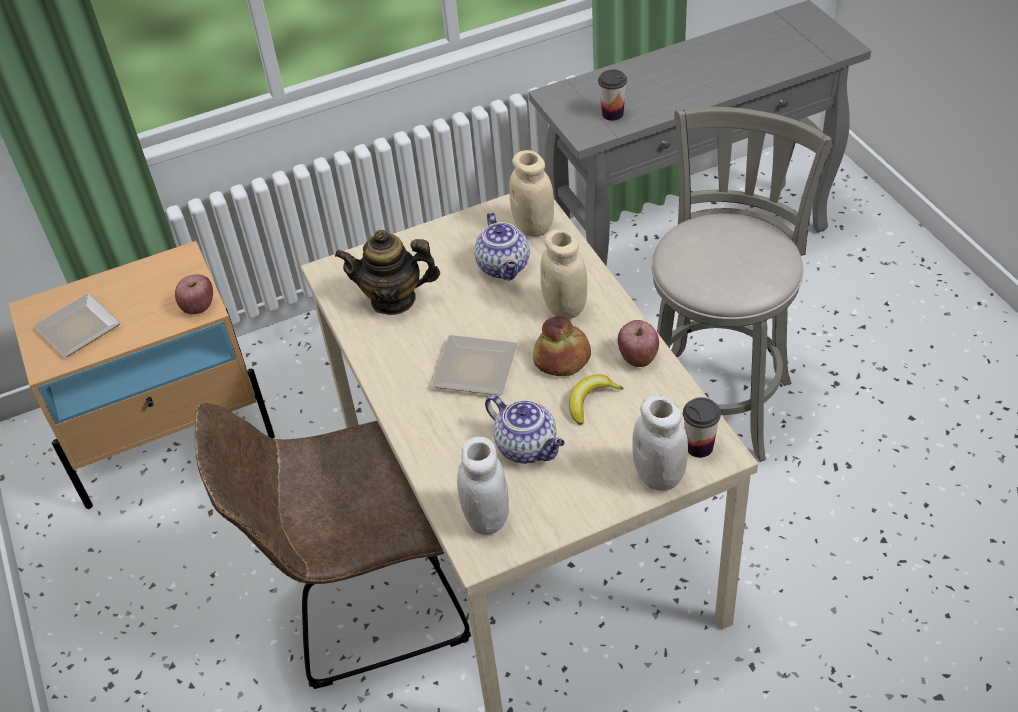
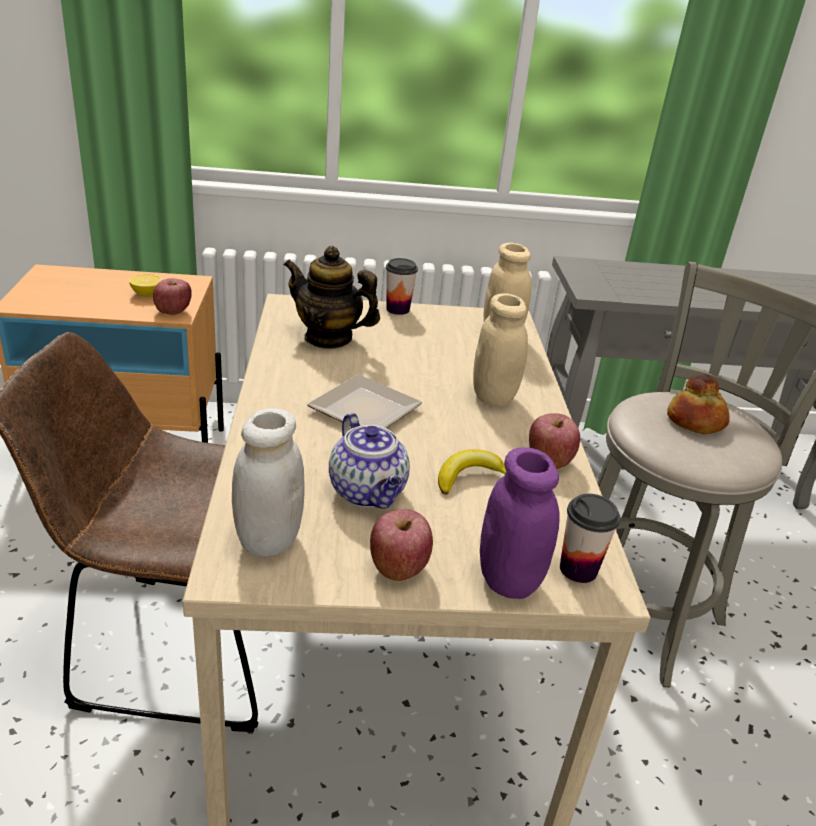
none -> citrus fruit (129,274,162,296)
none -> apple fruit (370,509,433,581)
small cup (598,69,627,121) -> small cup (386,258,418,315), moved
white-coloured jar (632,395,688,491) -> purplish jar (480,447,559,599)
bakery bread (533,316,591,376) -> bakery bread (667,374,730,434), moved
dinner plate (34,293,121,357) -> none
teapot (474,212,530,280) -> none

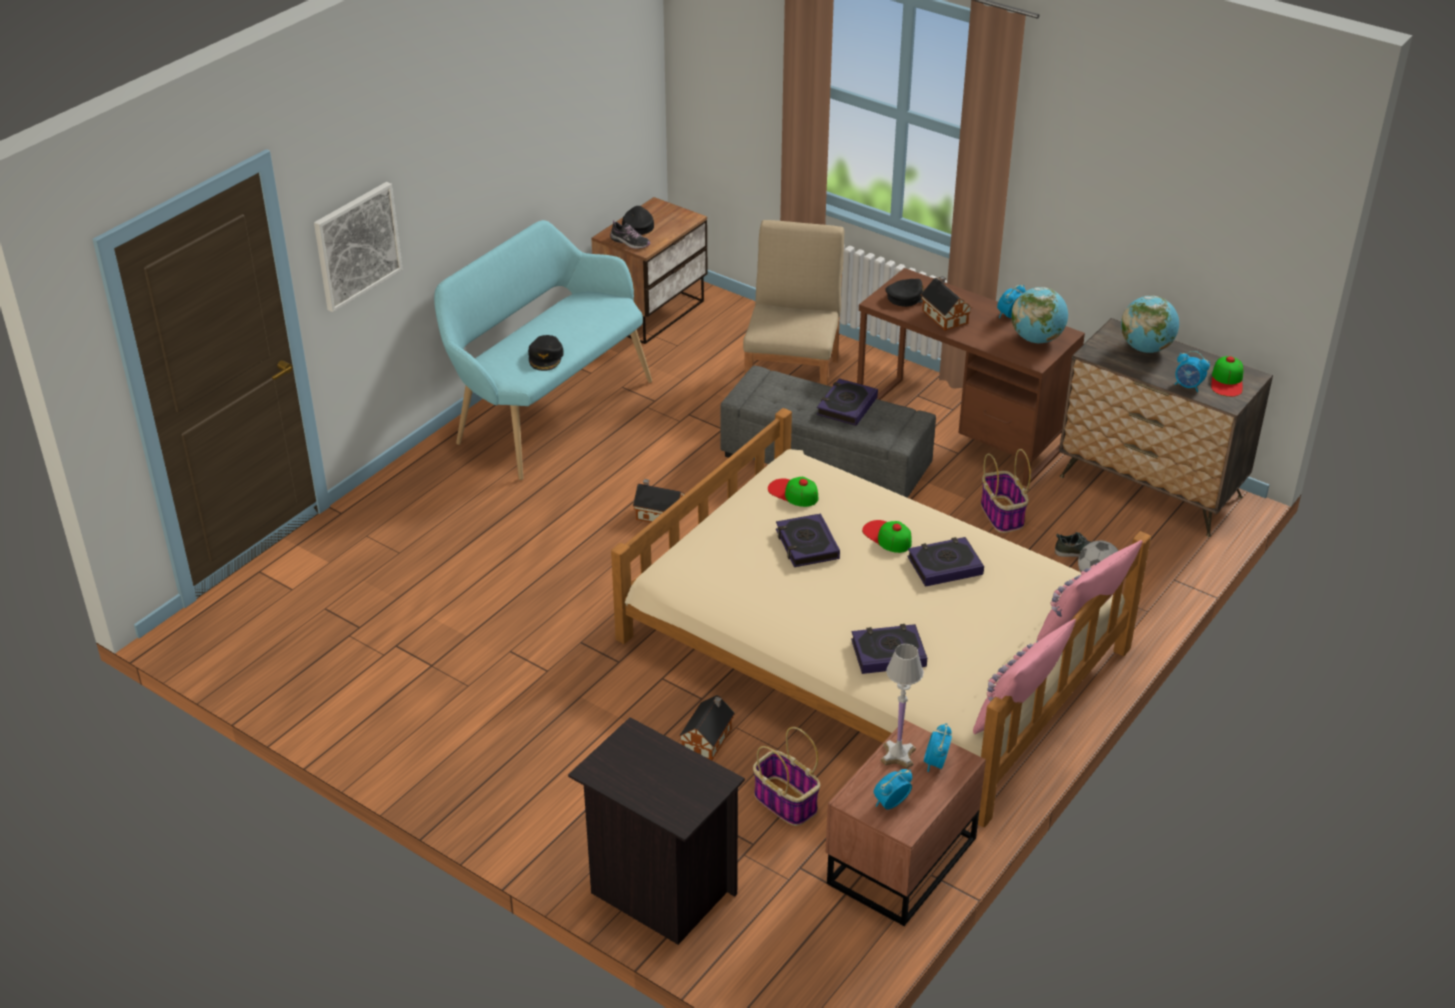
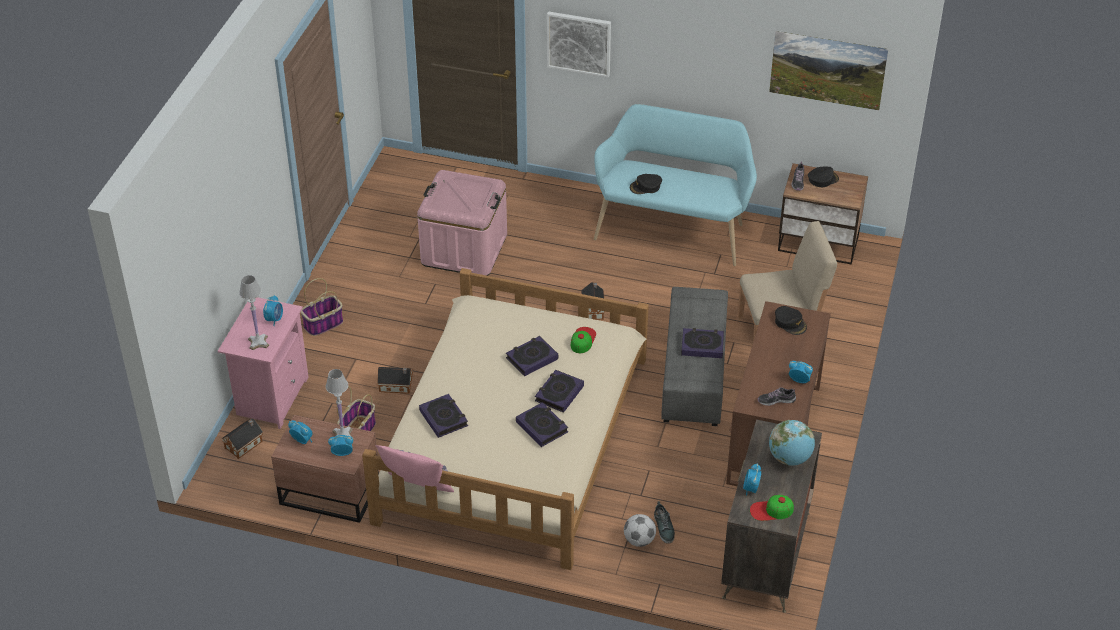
blackish night table (568,717,745,945) -> pink night table (218,297,309,429)
toy house (921,276,972,331) -> toy house (221,418,263,459), moved
none -> white-coloured tabletop lamp (239,275,269,350)
none -> alarm clock (263,295,283,326)
household basket (981,449,1031,533) -> household basket (301,278,343,336), moved
none -> pink storage box (417,170,507,276)
cap (862,520,912,553) -> book (535,370,584,413)
globe (1012,287,1068,343) -> item of footwear (758,387,796,406)
none -> wall art (769,31,888,110)
pink throw pillow (1037,540,1143,641) -> none

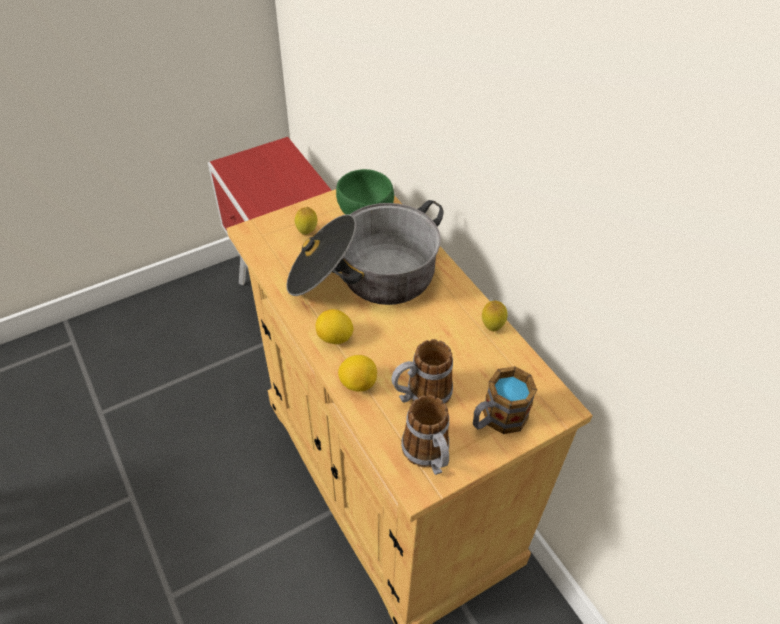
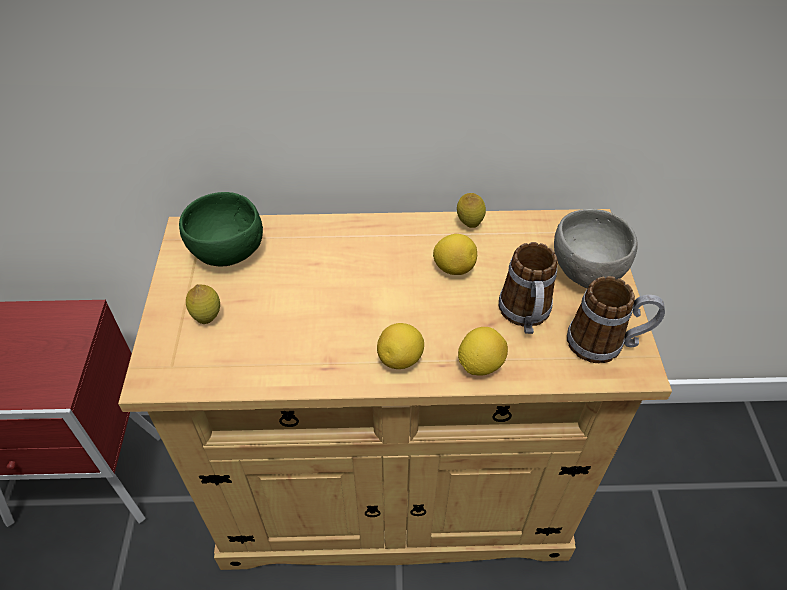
none -> citrus fruit (433,234,477,275)
coffee mug (473,366,537,434) -> greyish deep dish (554,209,638,288)
saucepot (286,200,444,305) -> none

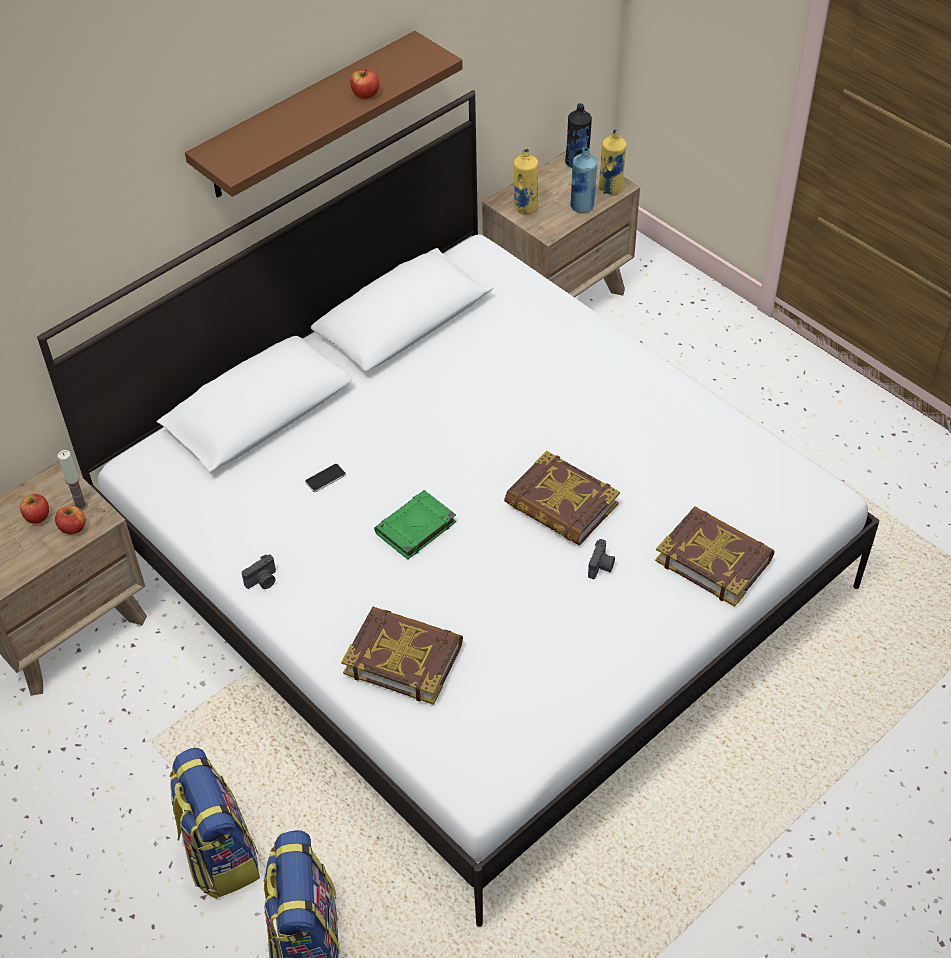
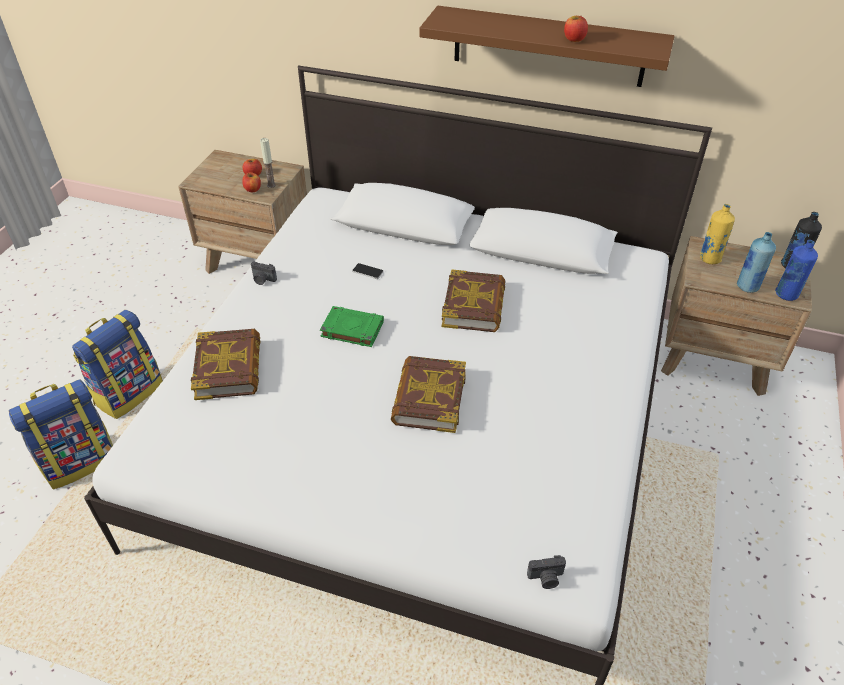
book (655,506,775,607) -> book (442,269,505,332), moved
still camera (588,539,615,579) -> still camera (527,555,566,589), moved
yellowish bottle (599,129,627,196) -> bluish bottle (775,240,818,301)

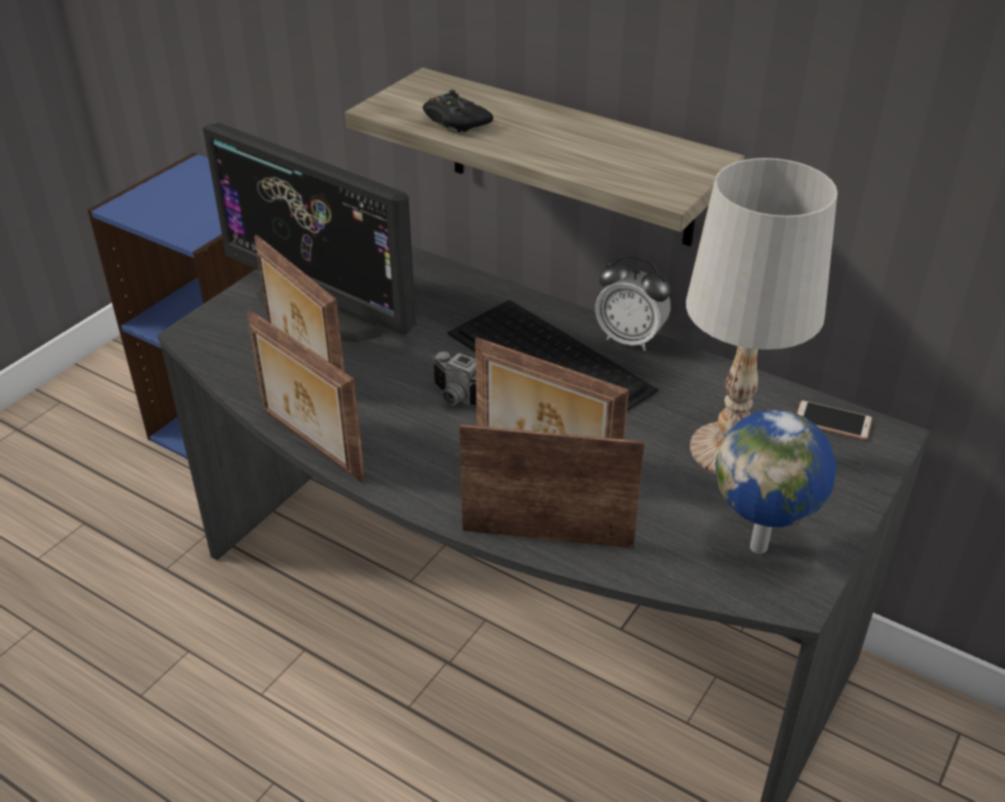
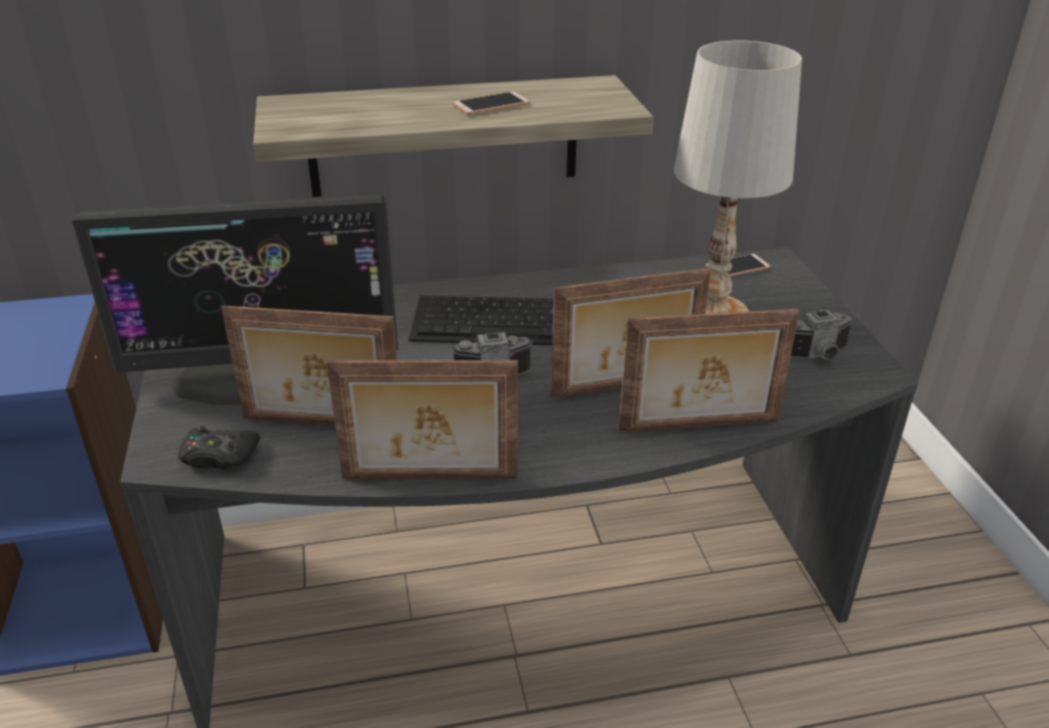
blackish game controller (423,90,493,132) -> blackish game controller (178,426,260,470), moved
none -> telephone (453,92,530,115)
standing frame (459,424,645,548) -> standing frame (619,309,800,433), 150 degrees counterclockwise
globe (715,410,836,554) -> still camera (791,310,853,360)
alarm clock (595,255,671,351) -> none

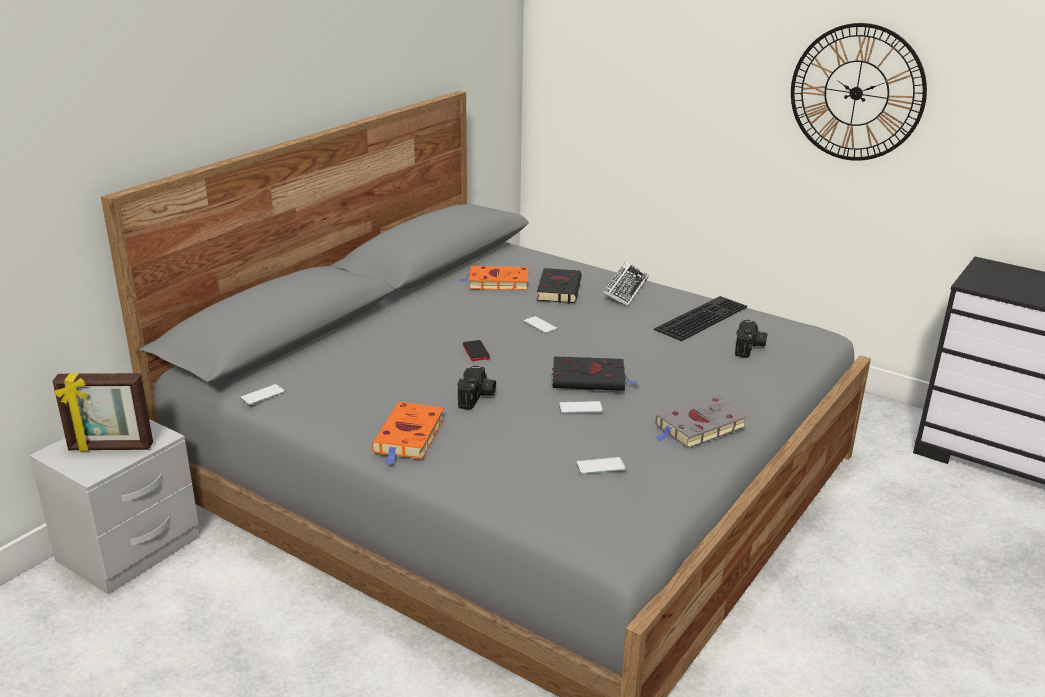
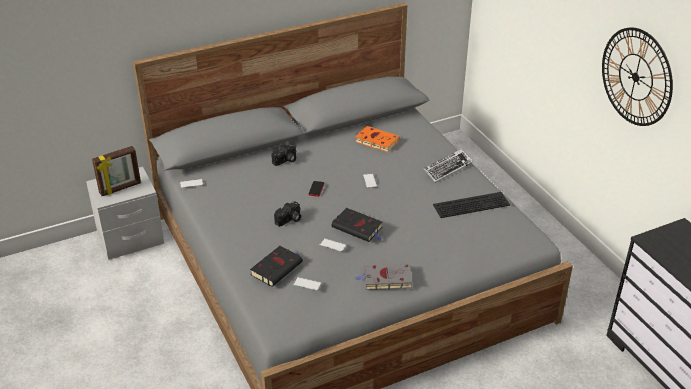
standing frame (53,373,153,452) -> standing frame (92,146,141,196), 60 degrees counterclockwise
blackish book (537,268,582,303) -> blackish book (250,246,303,287), moved
still camera (735,320,767,358) -> still camera (271,144,296,166), moved
orangey book (371,402,444,466) -> none

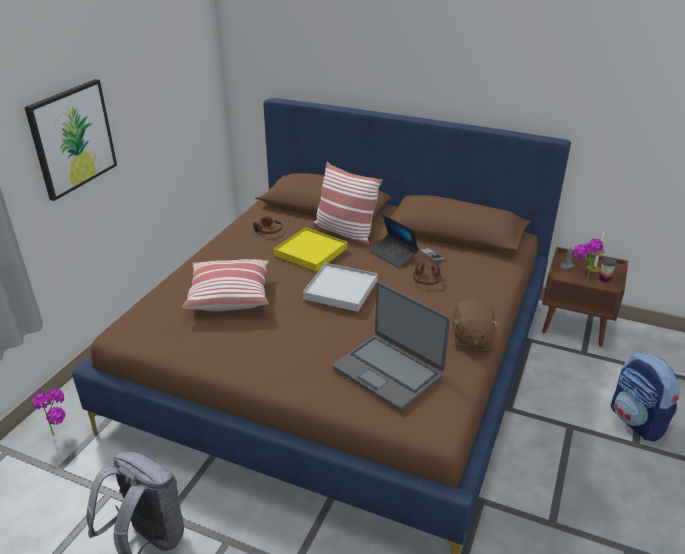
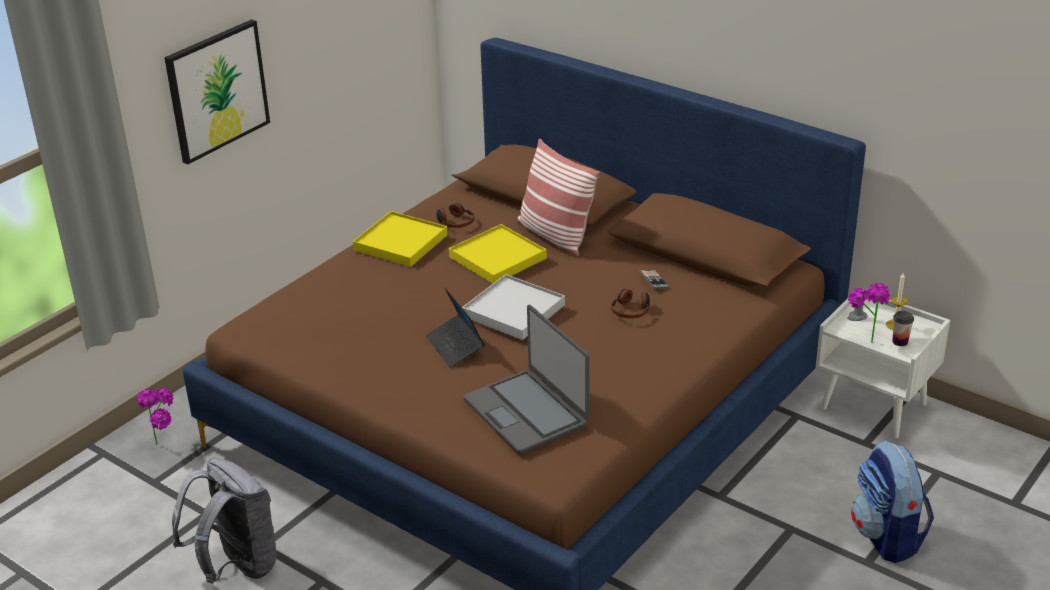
none -> yellowish carrying tray (353,211,447,267)
portable computer (370,215,419,268) -> portable computer (426,287,485,367), moved
brown-coloured night table (542,247,628,347) -> white-coloured night table (816,297,950,439)
throw pillow (182,259,269,311) -> none
brown-coloured soft toy (453,299,501,350) -> none

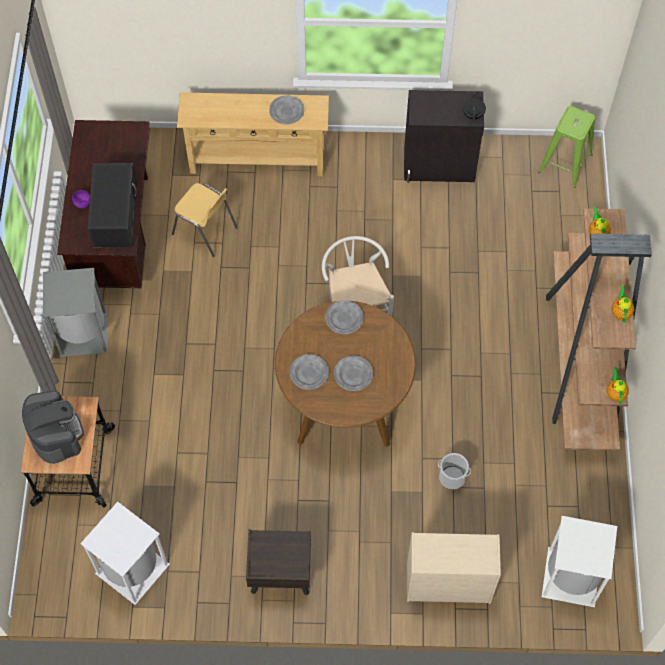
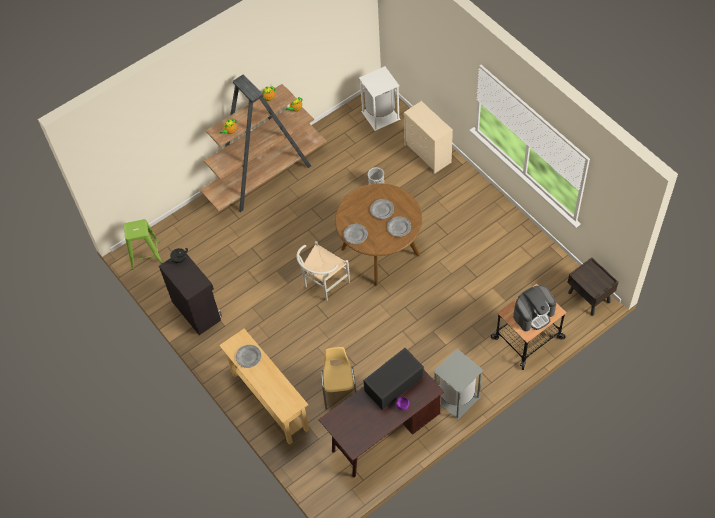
coffee machine (22,390,84,464) -> coffee machine (513,285,556,331), 150 degrees counterclockwise
brown-coloured night table (246,529,311,595) -> brown-coloured night table (567,257,619,316), moved
white-coloured rubbish bin (80,502,170,605) -> none

